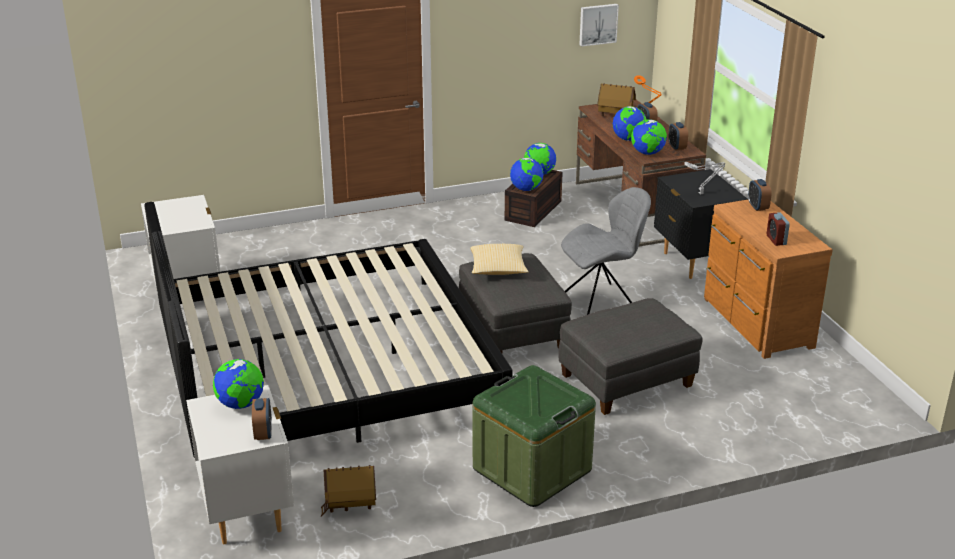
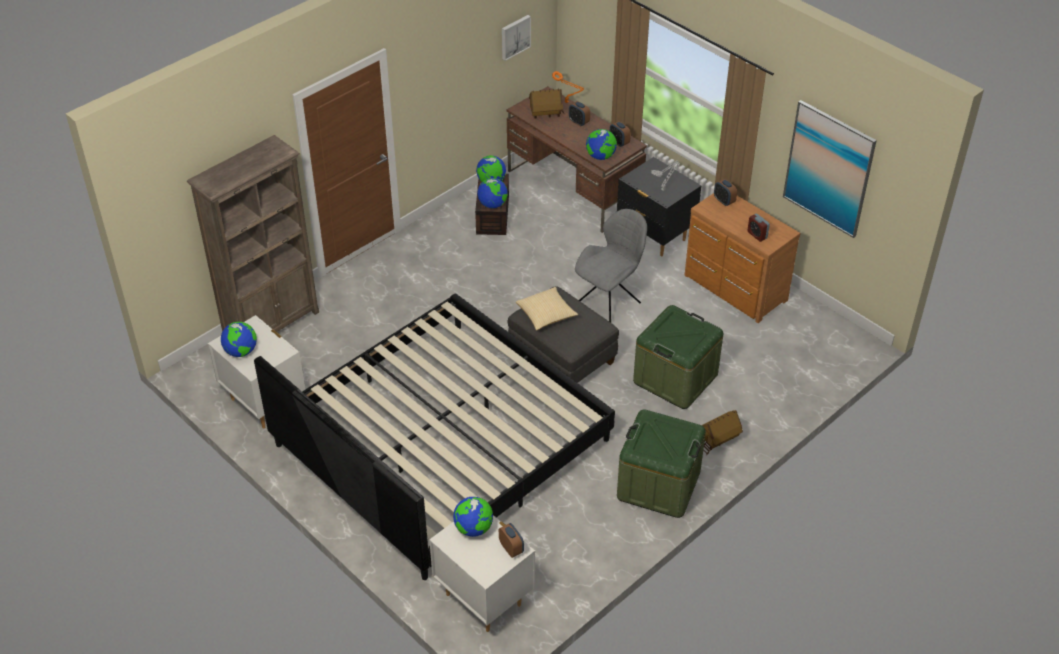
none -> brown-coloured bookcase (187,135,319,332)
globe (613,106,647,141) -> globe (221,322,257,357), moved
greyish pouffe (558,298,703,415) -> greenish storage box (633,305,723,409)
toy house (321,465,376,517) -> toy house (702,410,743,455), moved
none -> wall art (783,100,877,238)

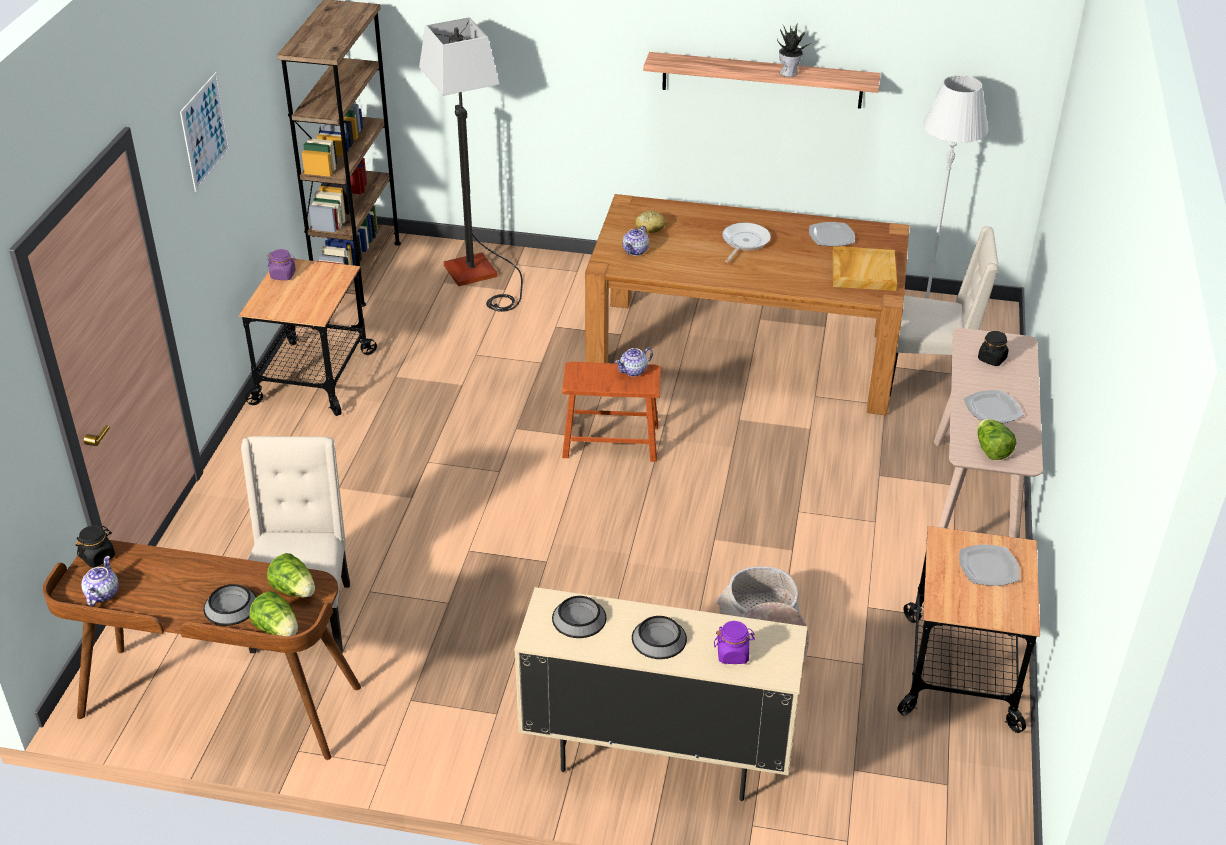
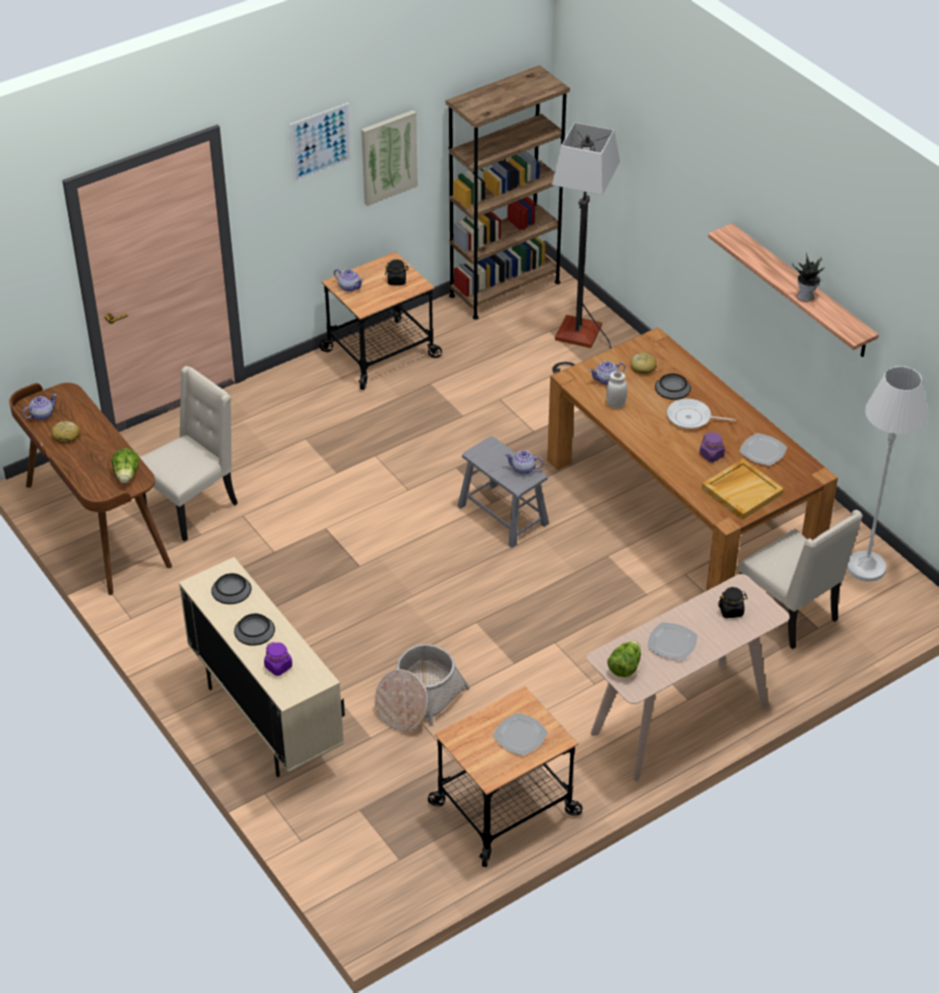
none -> bakery bread (51,421,80,443)
none -> teapot (334,269,364,292)
none -> wall art (361,110,418,206)
blackish jar (76,525,115,567) -> blackish jar (385,259,409,285), moved
brown-coloured stool seat (562,362,661,462) -> greyish stool seat (457,437,549,548)
none -> white-coloured jar (606,372,627,408)
deep dish (203,584,257,626) -> deep dish (655,374,691,400), moved
frying pan (722,223,771,262) -> frying pan (667,399,736,429), 150 degrees counterclockwise
purplish jar (267,249,296,280) -> purplish jar (699,432,725,462), moved
lettuce head (249,591,298,636) -> none

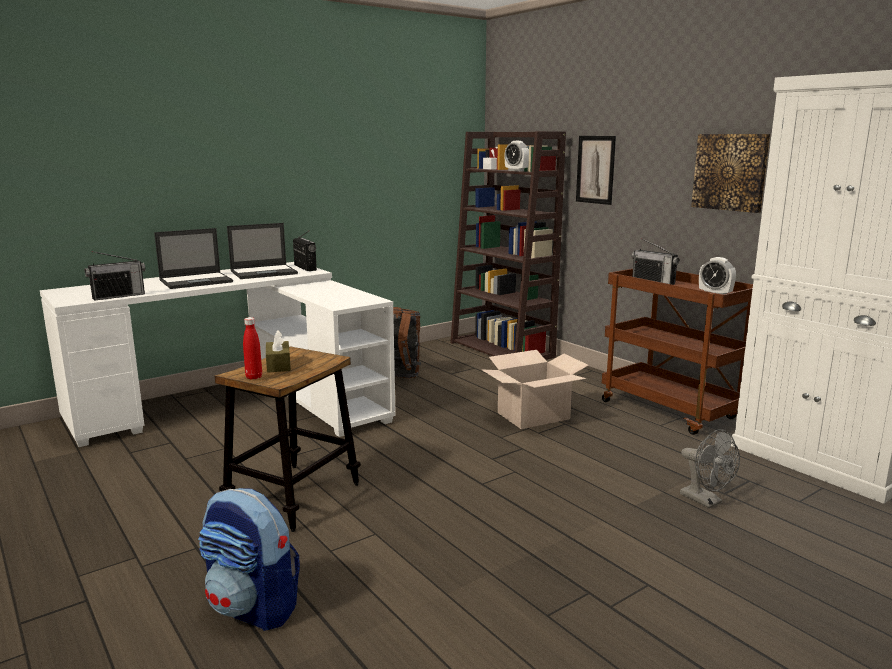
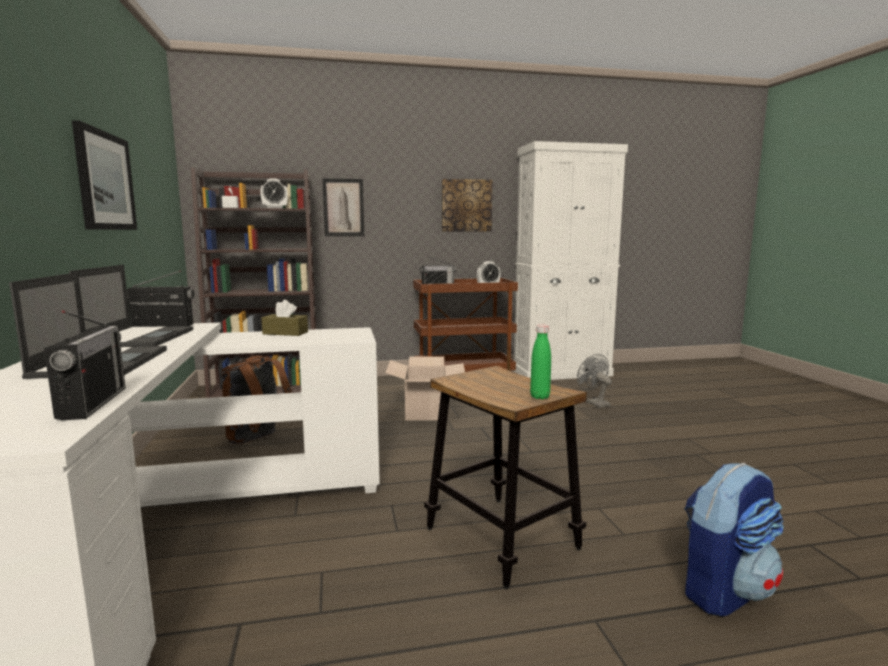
none -> wall art (72,120,137,230)
brown-coloured box of tissues (266,330,291,373) -> brown-coloured box of tissues (262,300,308,336), moved
red bottle (243,317,262,380) -> greenish bottle (530,325,551,399)
greyish fan (680,429,740,508) -> greyish fan (577,354,612,408), 105 degrees counterclockwise

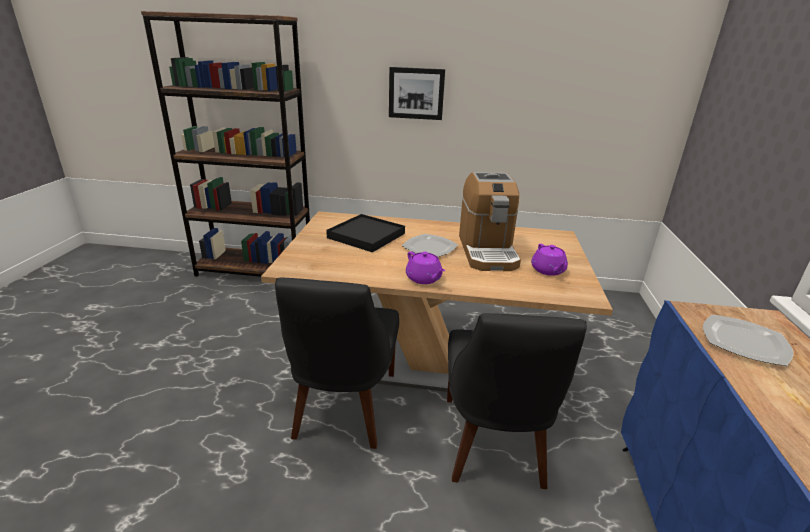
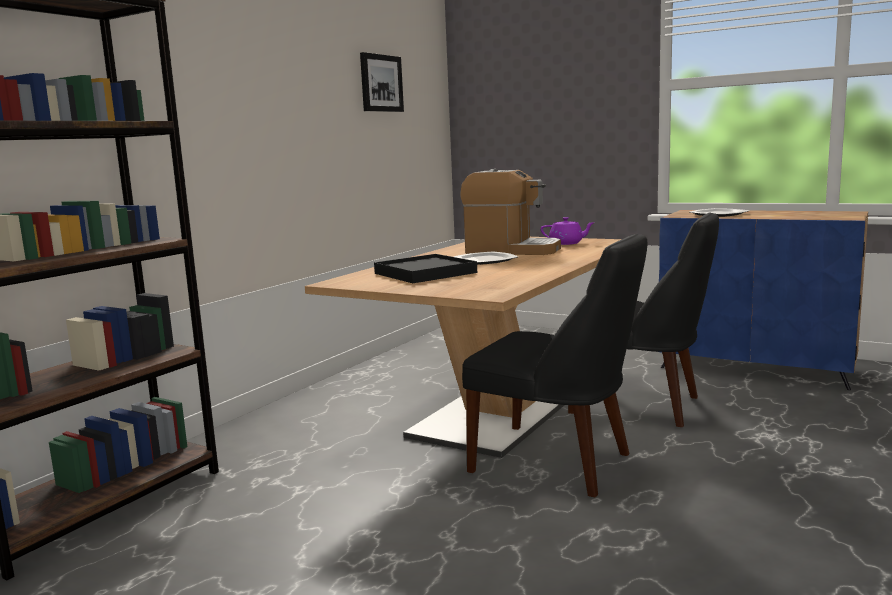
wall art (389,67,445,120) -> wall art (360,52,404,112), moved
purplish teapot (406,251,445,284) -> none

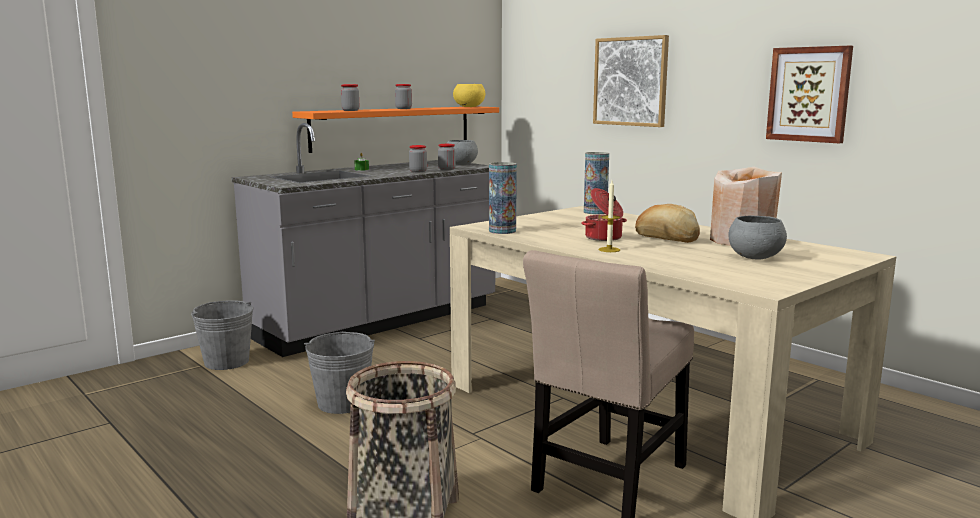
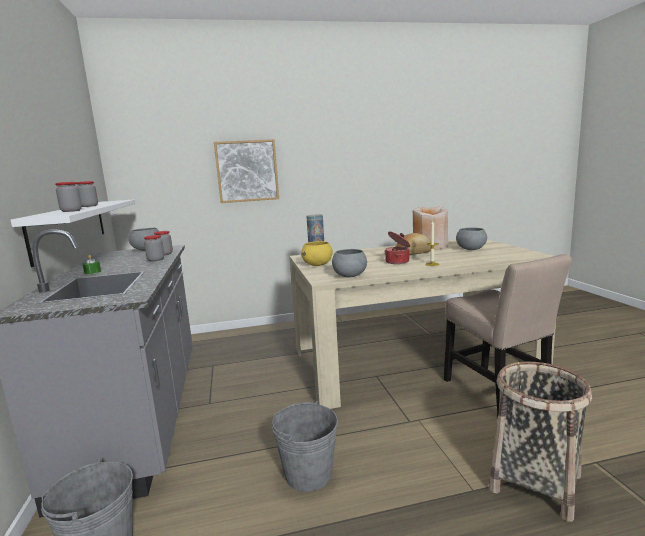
orangey shelf (292,106,499,153) -> white-coloured shelf (11,200,135,267)
yellowish deep dish (453,84,485,107) -> yellowish deep dish (301,241,333,266), moved
decorative vase (489,162,517,234) -> greyish deep dish (332,249,367,277)
wall art (766,46,853,144) -> none

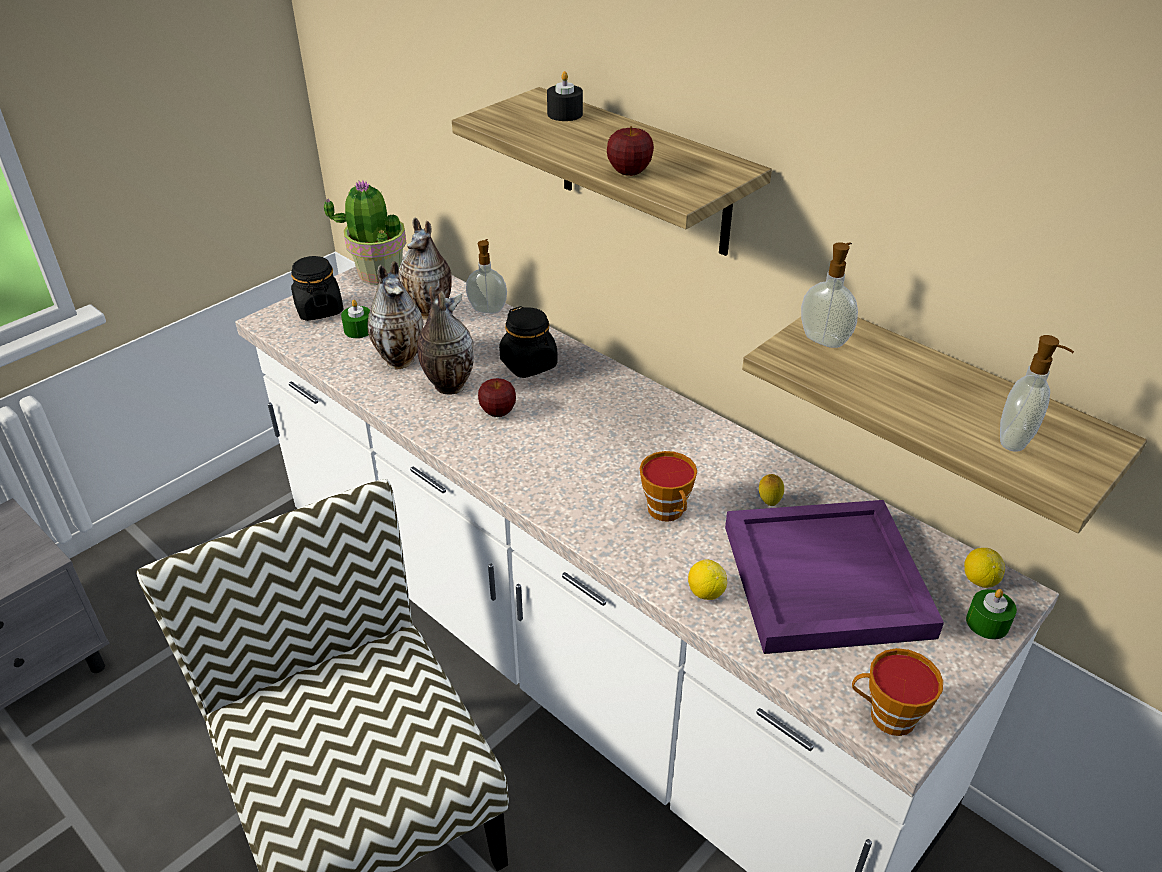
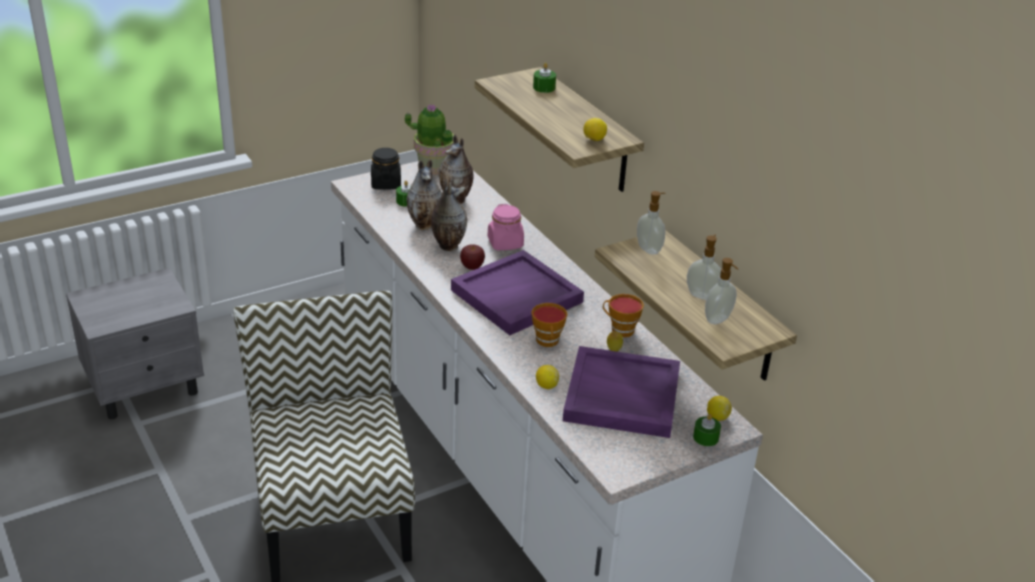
none -> purplish carrying tray (451,250,584,335)
blackish jar (499,306,558,378) -> pink jar (488,204,524,250)
blackish candle (547,71,583,121) -> greenish candle (533,63,556,93)
none -> citrus fruit (583,118,607,141)
small cup (852,648,943,736) -> small cup (603,294,644,337), moved
soap bottle (466,239,507,313) -> soap bottle (687,235,721,300), moved
apple fruit (607,126,654,176) -> none

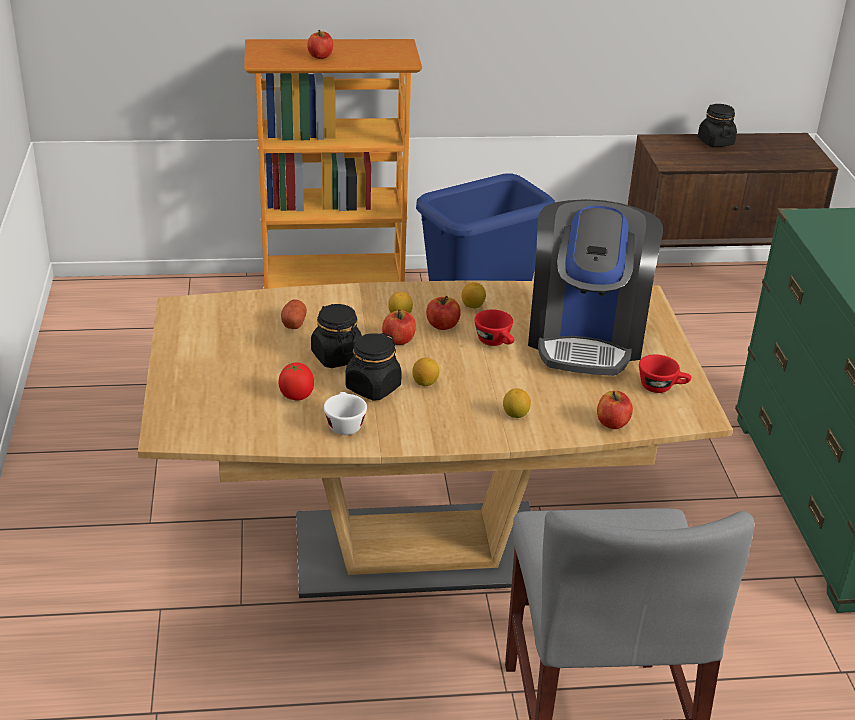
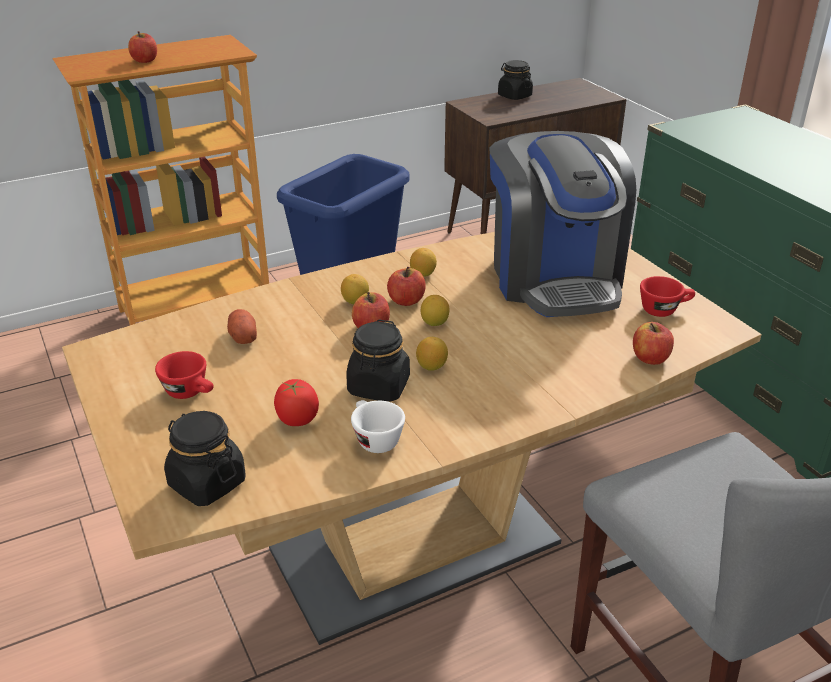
red small cup (474,309,514,346) -> red small cup (155,351,214,399), moved
blackish jar (311,304,362,368) -> blackish jar (164,411,246,506), moved
citrus fruit (503,388,531,418) -> citrus fruit (421,295,449,326), moved

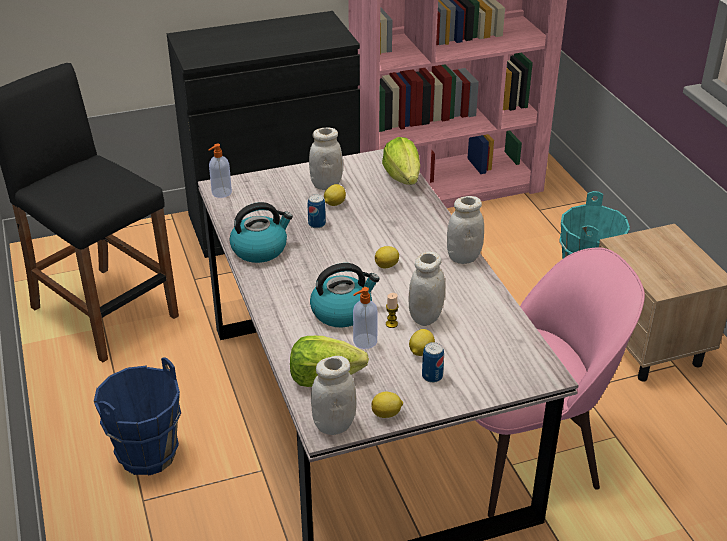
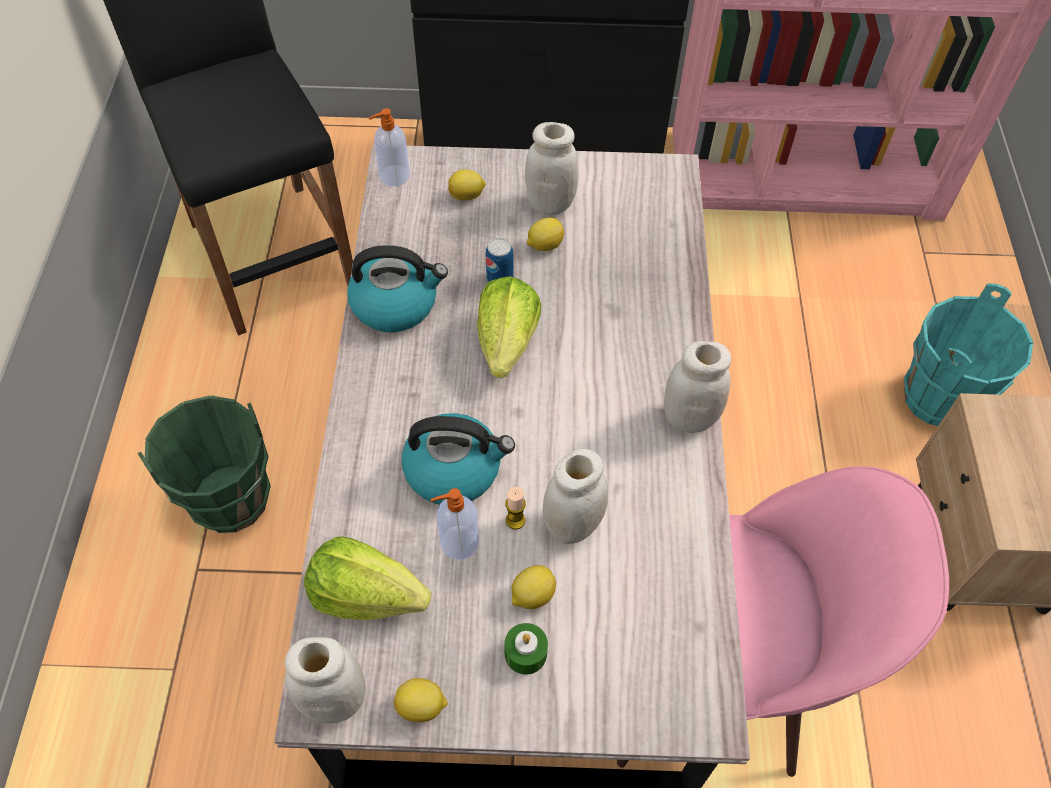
bluish water bucket (94,357,181,476) -> greenish water bucket (137,395,271,533)
citrus fruit (375,246,399,268) -> citrus fruit (448,169,486,201), moved
lettuce head (382,137,420,185) -> lettuce head (477,276,541,378), moved
sealed can (422,342,444,383) -> greenish candle (504,623,548,675)

